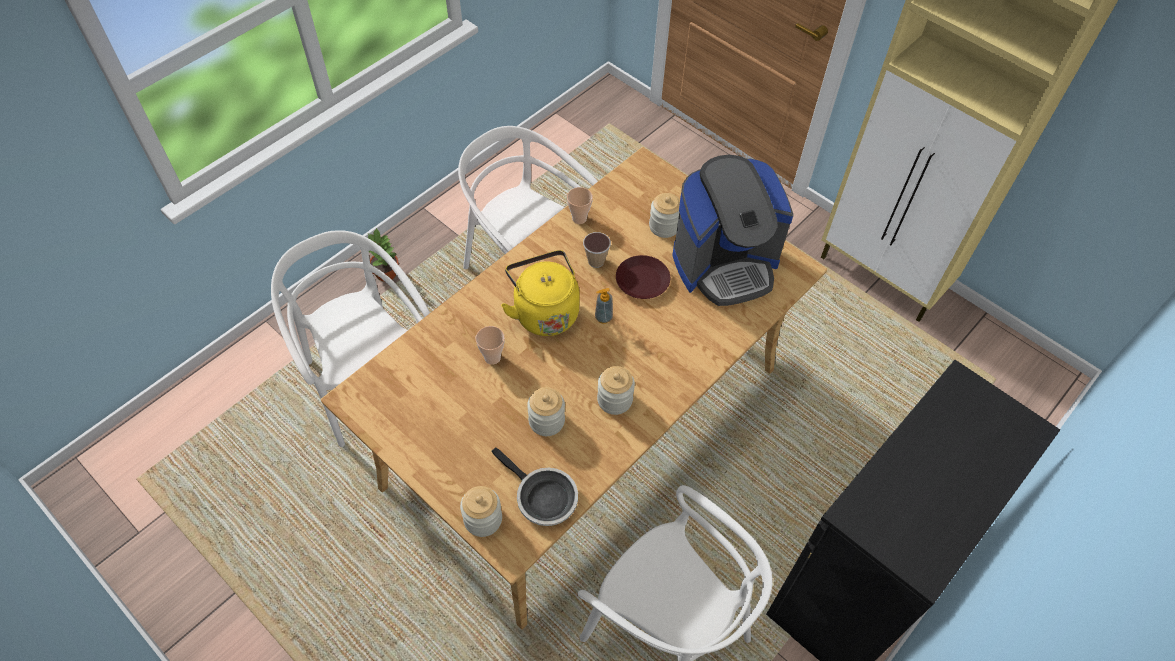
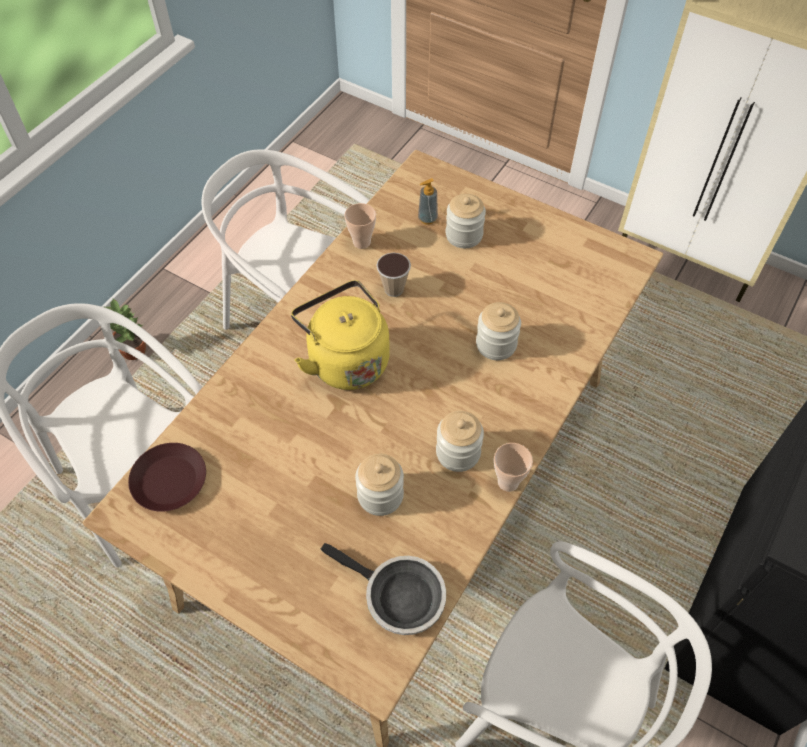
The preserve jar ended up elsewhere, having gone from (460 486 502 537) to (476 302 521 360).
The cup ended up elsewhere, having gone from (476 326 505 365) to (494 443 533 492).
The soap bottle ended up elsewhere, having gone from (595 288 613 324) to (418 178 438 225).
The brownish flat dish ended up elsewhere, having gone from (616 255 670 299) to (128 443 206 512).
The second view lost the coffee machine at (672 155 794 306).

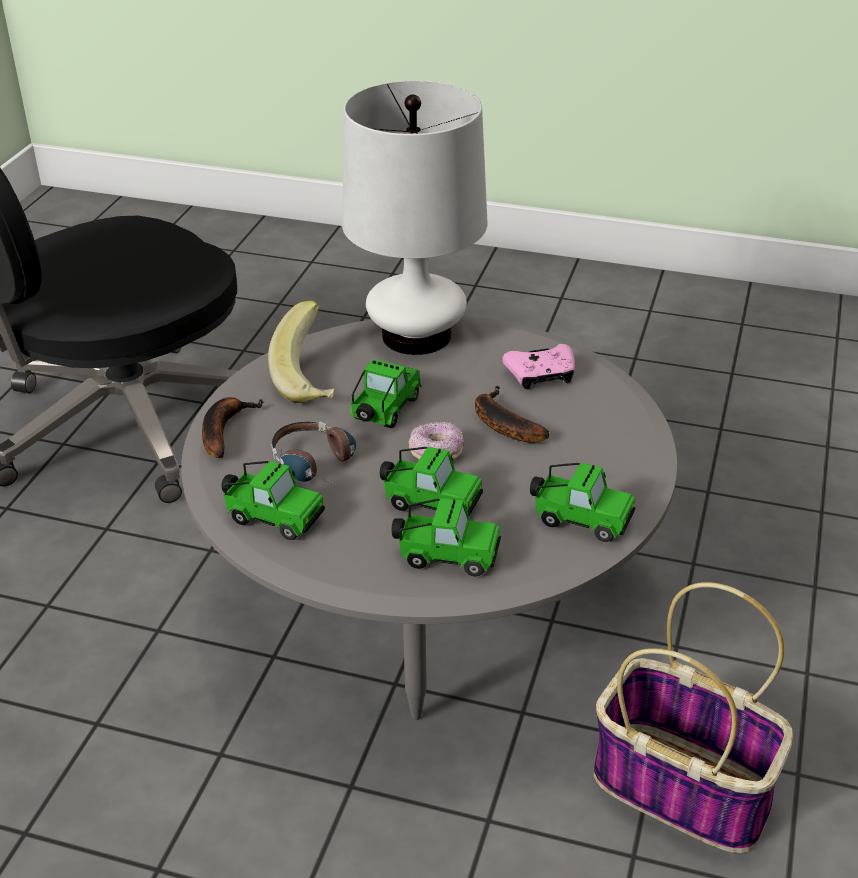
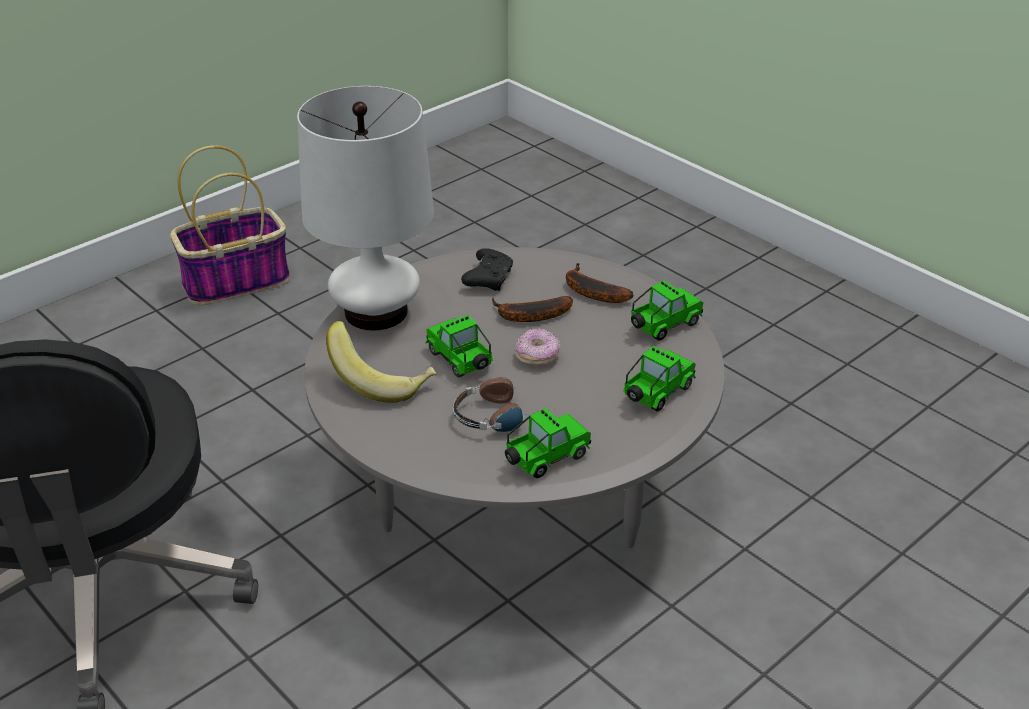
The banana fruit ended up elsewhere, having gone from (202 397 264 458) to (566 263 634 303).
The second view lost the miniature car at (380 447 483 516).
What was the pink game controller at (502 344 575 389) turned into the black game controller at (461 248 513 291).
The storage basket ended up elsewhere, having gone from (594 582 793 854) to (170 145 290 305).

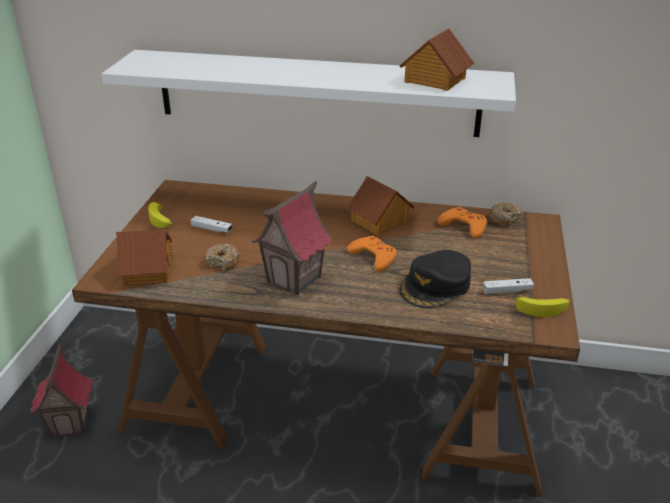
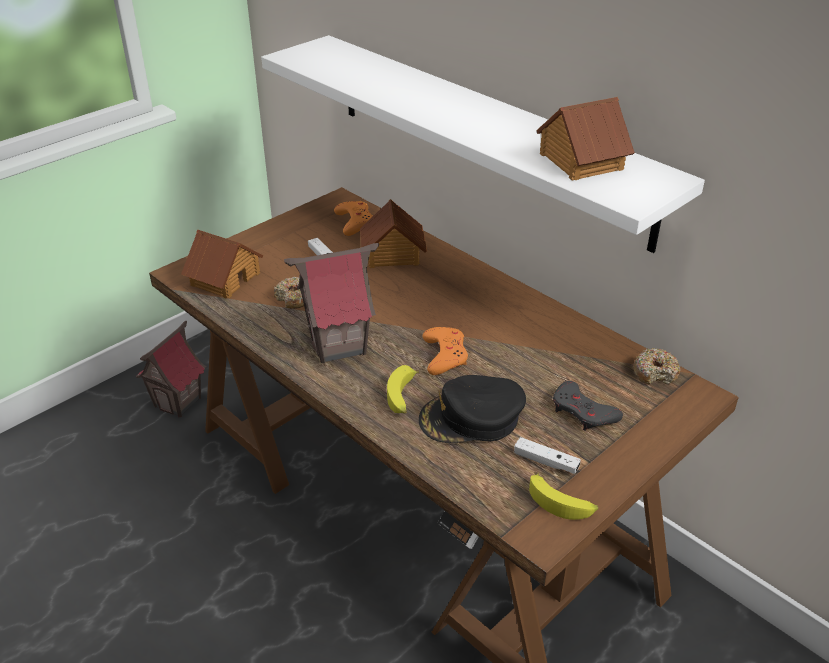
The banana fruit ended up elsewhere, having gone from (148 202 172 228) to (387 365 419 414).
The model house ended up elsewhere, having gone from (346 176 415 236) to (360 199 427 268).
The orange game controller ended up elsewhere, having gone from (438 207 487 238) to (334 201 373 236).
The second view gained the gray game controller at (553 381 623 431).

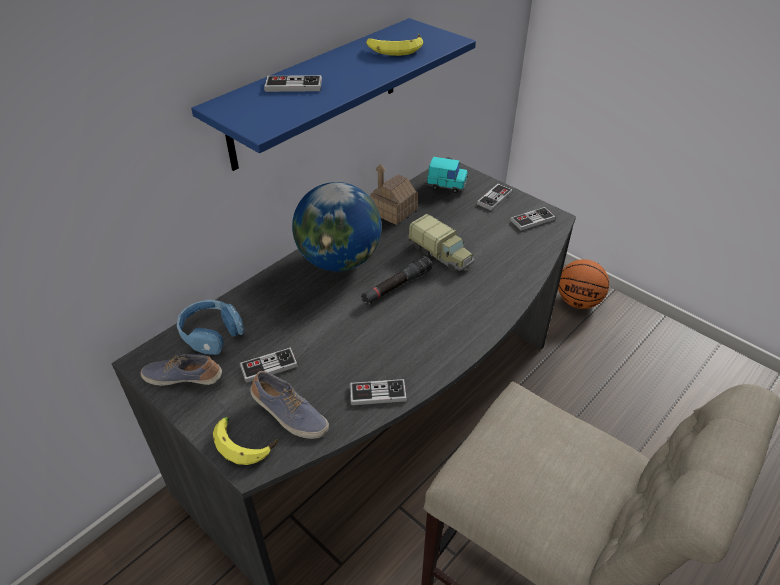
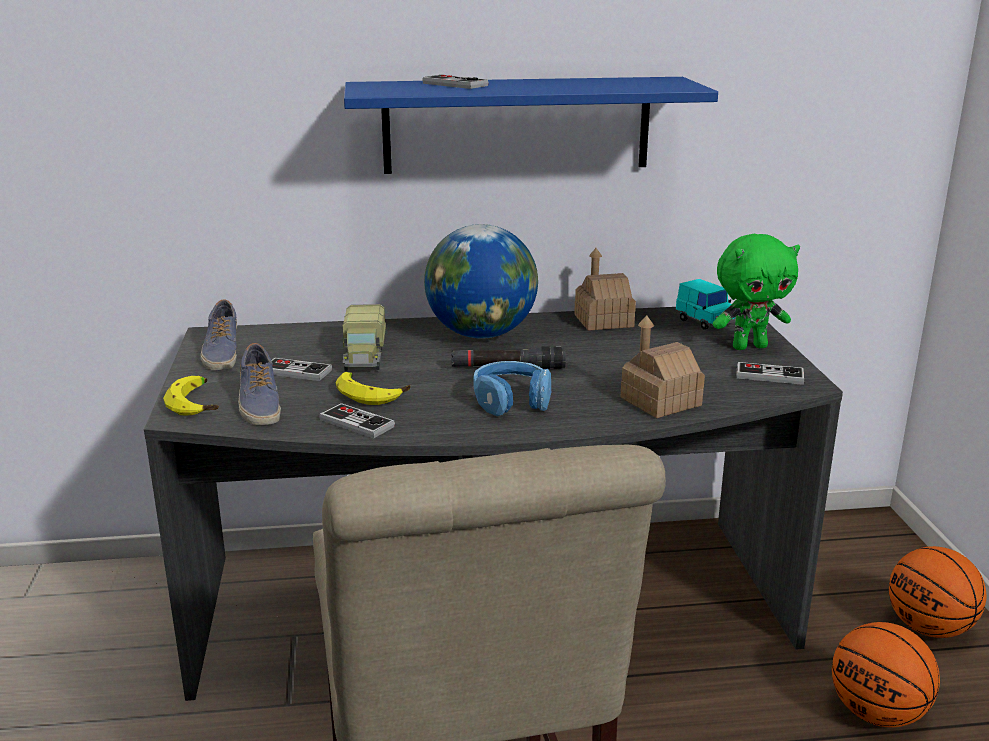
The low shoe at (140 354 222 386) ended up facing another way, 150 degrees counterclockwise from before.
The bluish headset ended up elsewhere, having gone from (177 300 244 355) to (473 361 551 416).
The banana fruit ended up elsewhere, having gone from (366 34 423 56) to (336 372 410 405).
The toy truck ended up elsewhere, having gone from (408 214 475 273) to (343 304 386 371).
Where the game controller stood at (477 184 513 211), the green-coloured plush toy came to stand at (713 234 800 350).
The second view gained the model house at (621 315 705 418).
The second view gained the ball for basketball at (832 622 940 728).

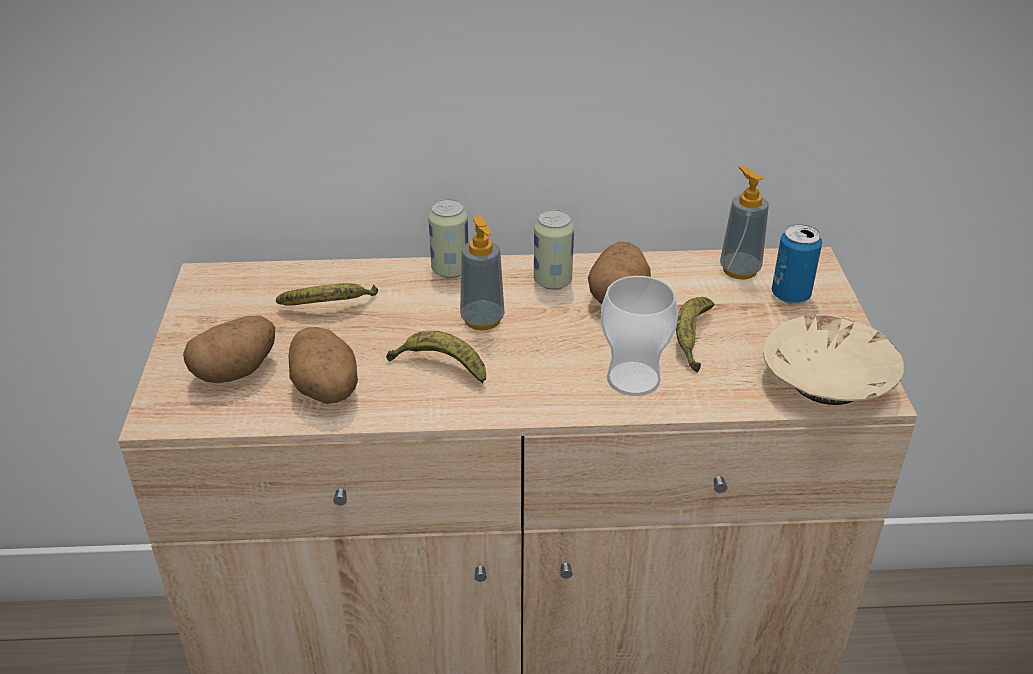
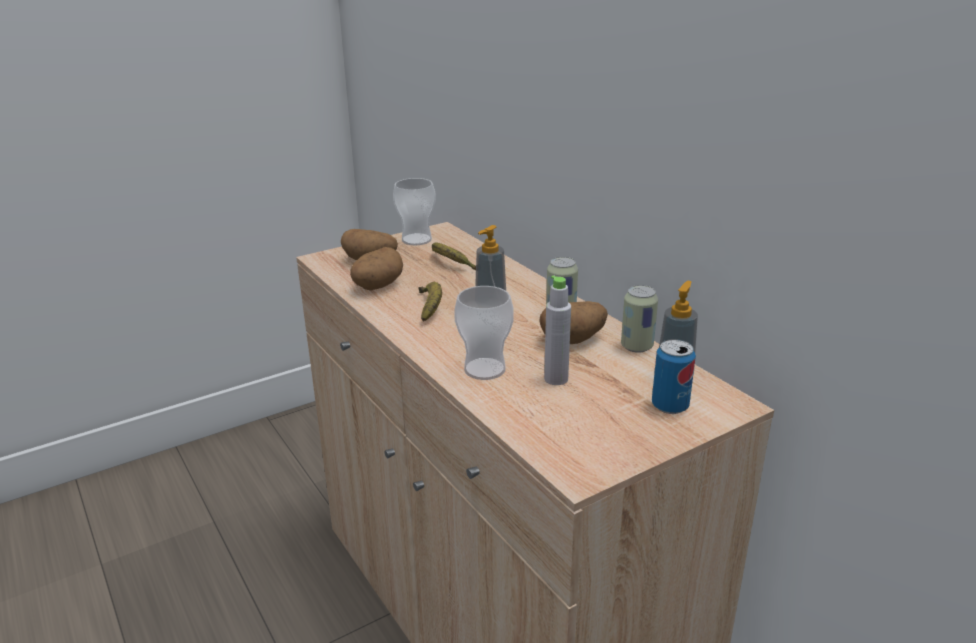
The metal can ended up elsewhere, having gone from (428 199 469 278) to (621 285 658 353).
Where the banana fruit stood at (676 297 715 373), the gray drink bottle came to stand at (544 275 571 385).
The second view lost the sand-coloured bowl at (763 314 904 405).
The second view gained the cup at (393 178 436 245).

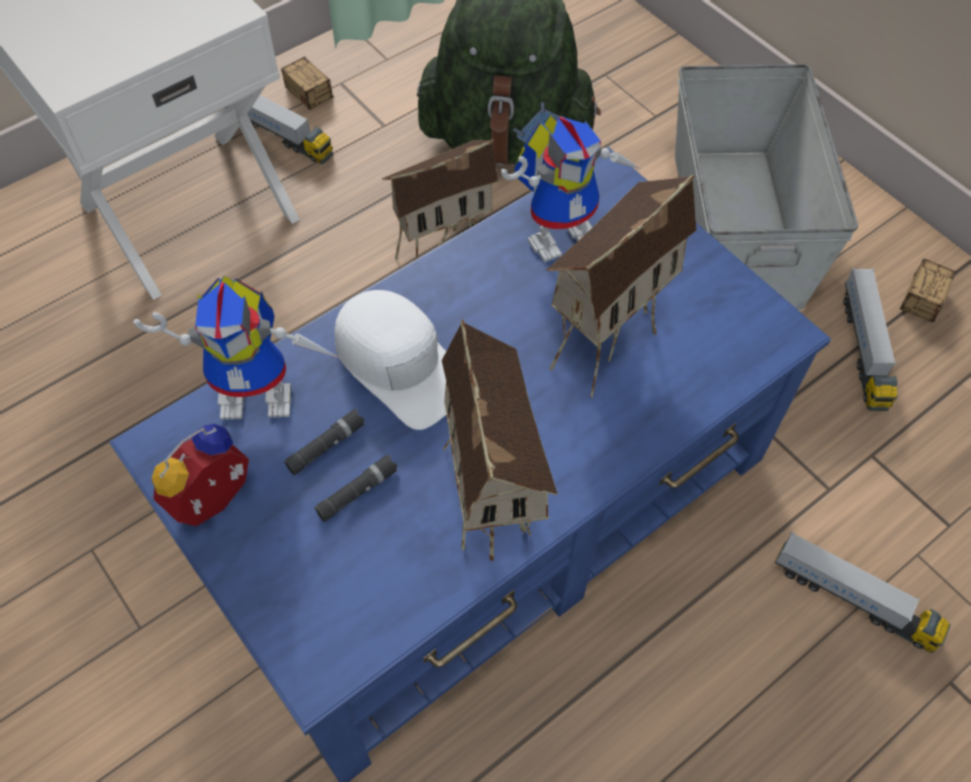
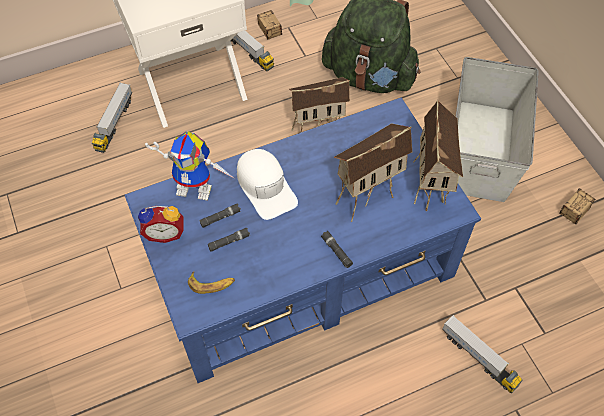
The table clock at (152 424 249 526) ended up facing another way, 150 degrees counterclockwise from before.
The model house ended up elsewhere, having gone from (442 320 558 561) to (413 100 463 211).
The second view lost the model robot at (501 115 640 262).
The toy truck ended up elsewhere, having gone from (843 268 898 411) to (92 82 132 153).
The second view gained the banana fruit at (188 272 235 294).
The second view gained the black flashlight at (321 231 353 268).

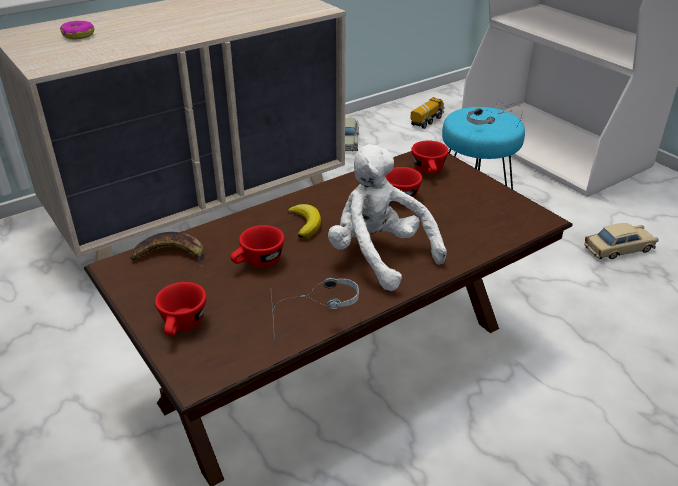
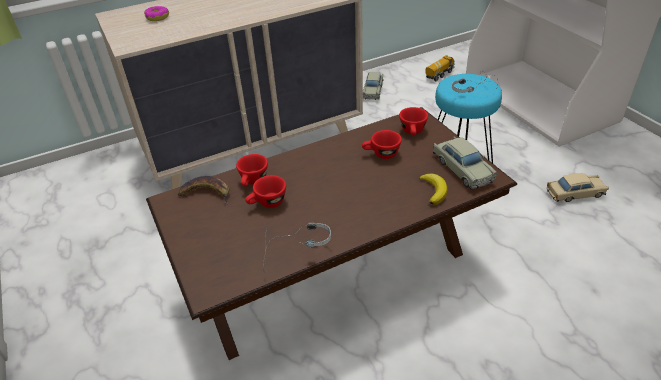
The reddish cup ended up elsewhere, having gone from (155 282 207 336) to (236 154 268 187).
The banana fruit ended up elsewhere, having gone from (288 204 321 239) to (419 173 447 205).
The second view lost the white plush toy at (328 144 447 291).
The second view gained the sand-coloured miniature car at (433 137 498 189).

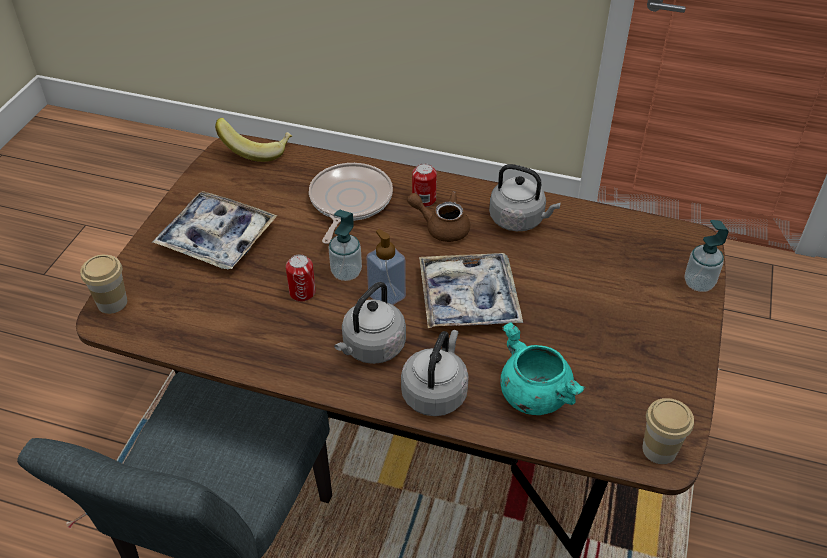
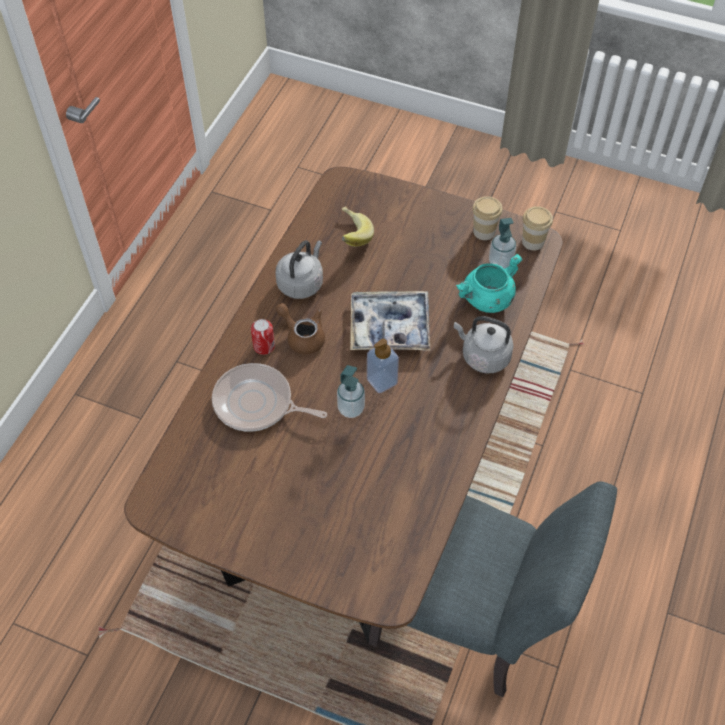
The cup ended up elsewhere, having gone from (80 255 127 314) to (472 196 503 240).
The second view lost the serving tray at (152 191 277 270).
The banana fruit ended up elsewhere, having gone from (215 118 292 162) to (342 206 374 247).
The second view lost the metal can at (286 254 316 301).
The second view lost the gray tea kettle at (334 282 406 364).
The brownish tea pot at (407 191 470 242) ended up facing another way, 105 degrees clockwise from before.
The soap bottle ended up elsewhere, having gone from (685 220 729 292) to (489 218 516 269).

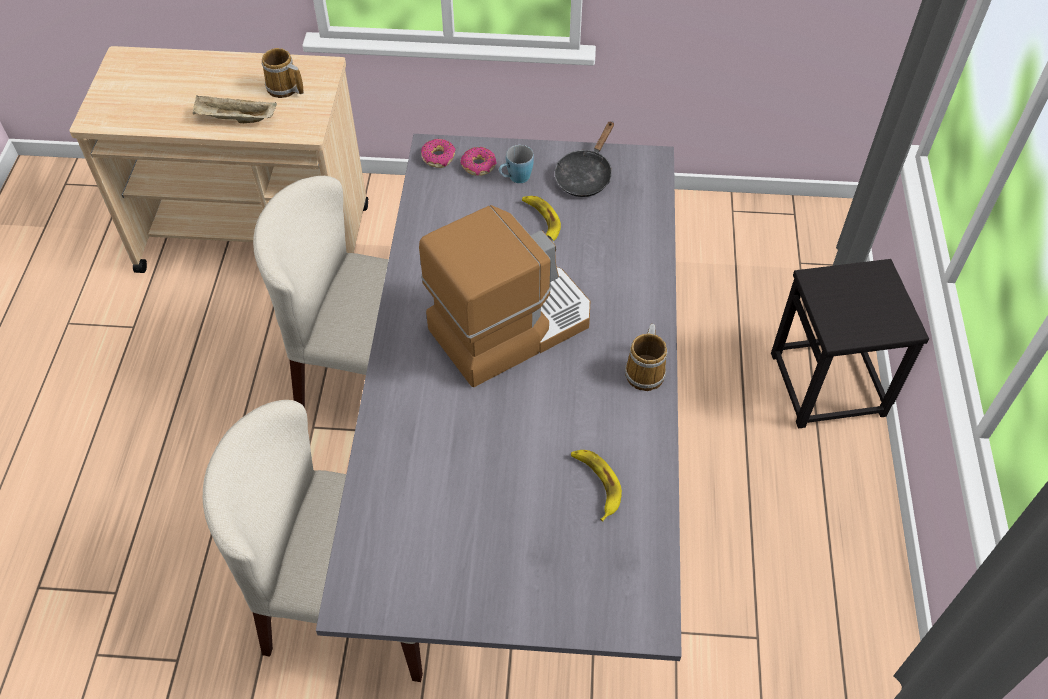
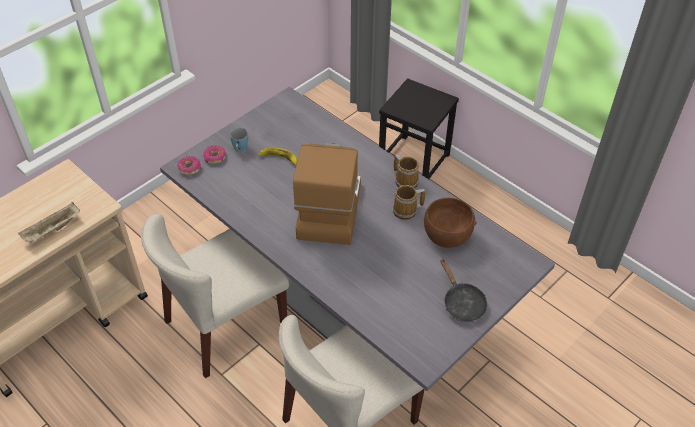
The coffee mug ended up elsewhere, having gone from (262 48 304 98) to (393 185 425 220).
The black frying pan ended up elsewhere, having gone from (555 121 614 197) to (441 258 487 322).
Where the banana fruit stood at (571 450 622 521), the brownish bowl came to stand at (424 198 476 248).

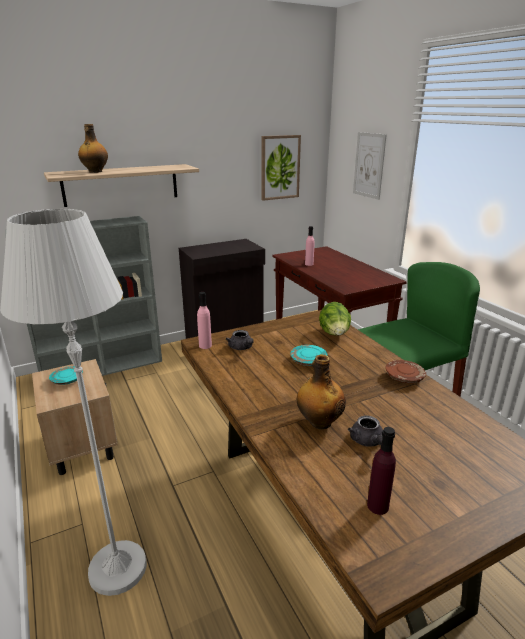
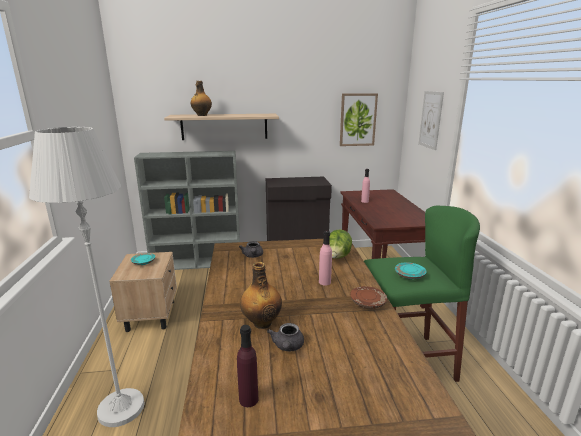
The pink drink bottle ended up elsewhere, having gone from (197 292 212 349) to (319 231 332 285).
The turquoise-coloured flat dish ended up elsewhere, having gone from (290 345 328 366) to (395 262 427 279).

